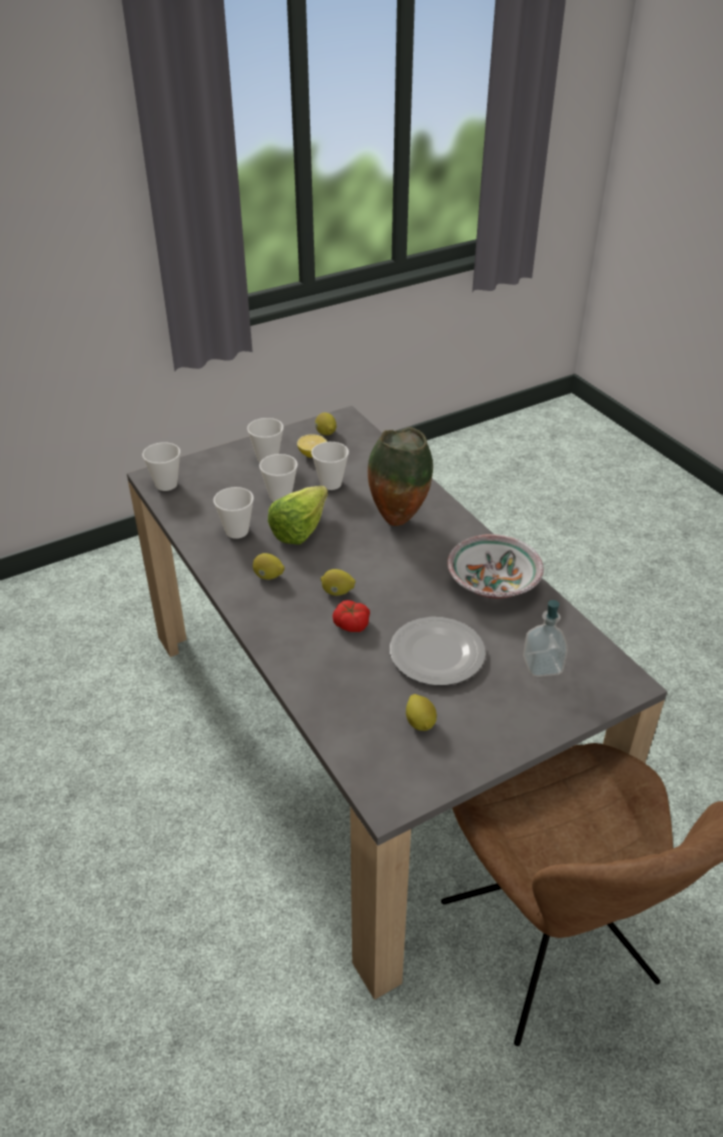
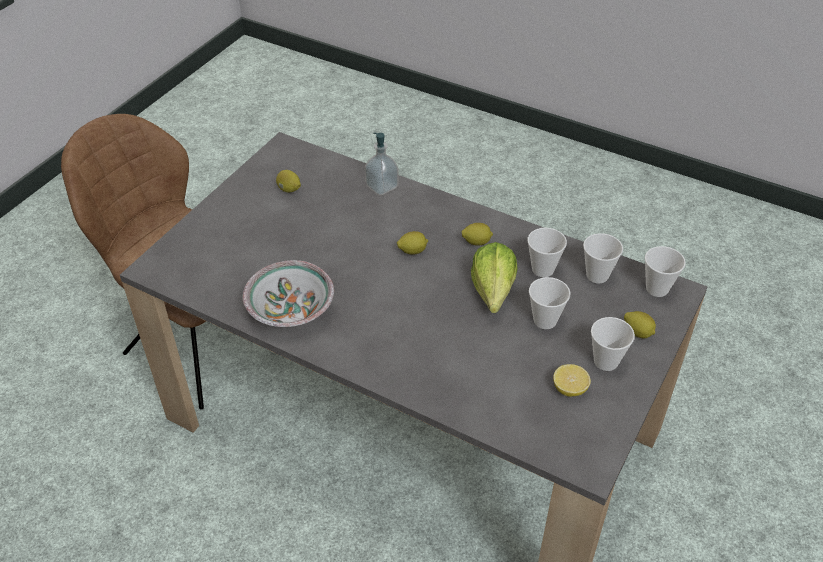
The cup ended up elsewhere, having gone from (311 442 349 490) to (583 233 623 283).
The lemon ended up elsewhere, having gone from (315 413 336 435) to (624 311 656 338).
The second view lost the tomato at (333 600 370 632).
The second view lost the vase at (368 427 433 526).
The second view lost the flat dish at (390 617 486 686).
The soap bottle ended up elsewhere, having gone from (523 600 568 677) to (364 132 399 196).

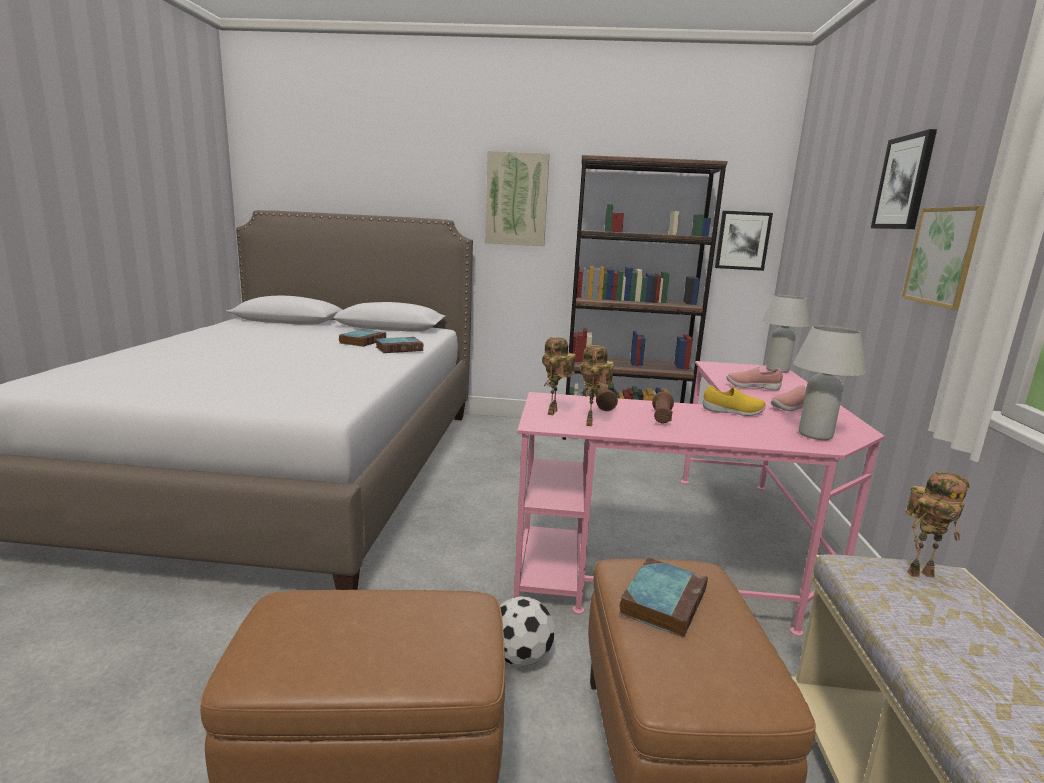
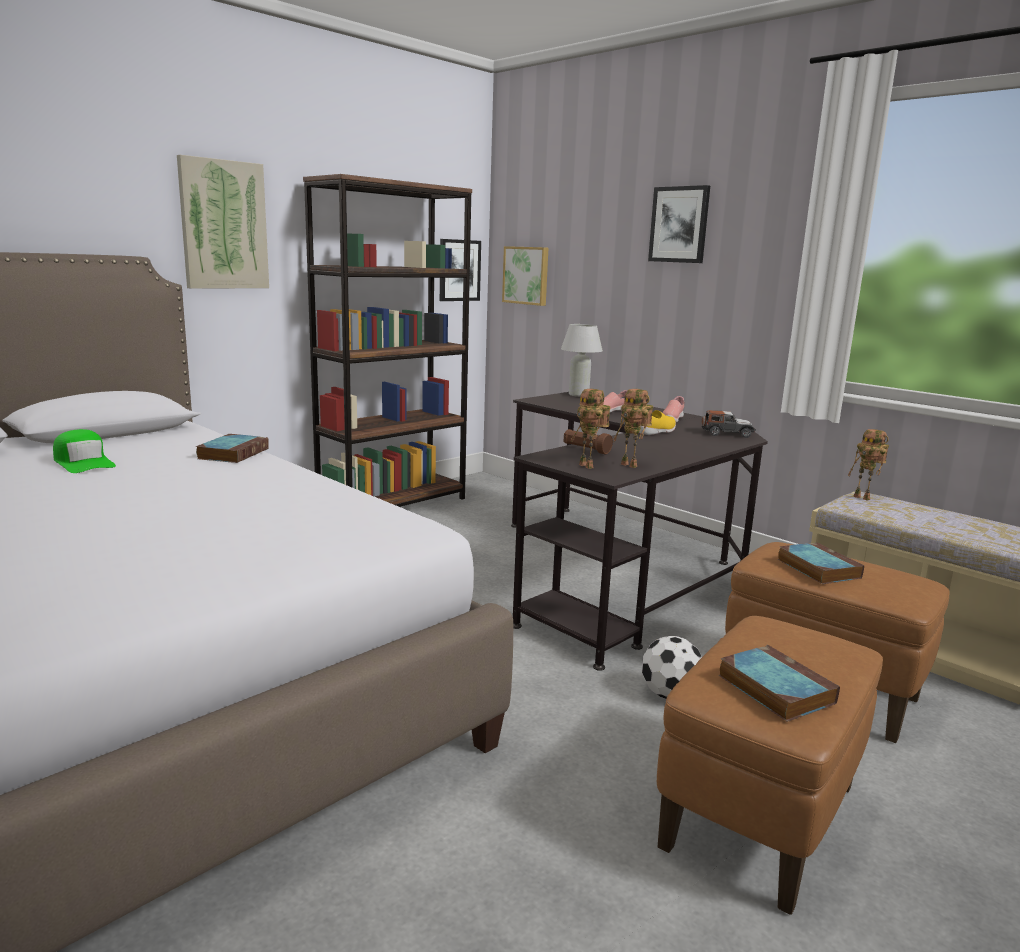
The book ended up elsewhere, having gone from (339 329 386 347) to (719 645 840 722).
What was the pink desk unit at (514 361 885 636) turned into the black desk unit at (511 392 768 671).
The second view lost the brownish flashlight at (652 392 674 423).
Where the white tabletop lamp stood at (793 326 866 440), the miniature car came to stand at (701 410 756 438).
The wall picture ended up elsewhere, having gone from (902 206 985 310) to (502 246 548 306).
The model robot at (905 472 970 577) ended up facing another way, 105 degrees clockwise from before.
The second view gained the green-coloured peaked cap at (53 429 116 473).

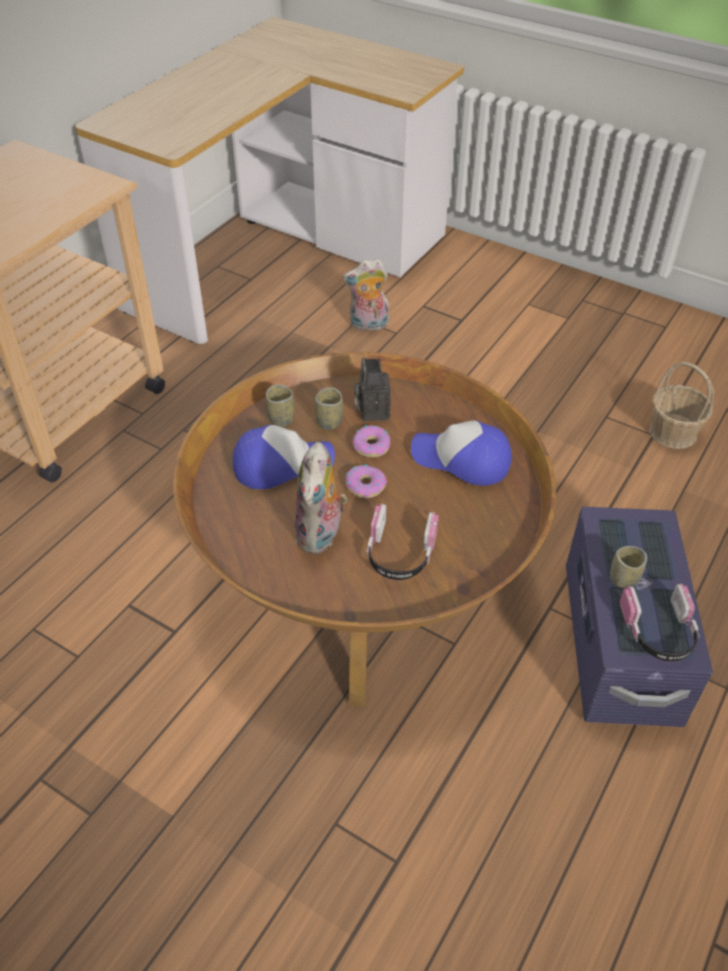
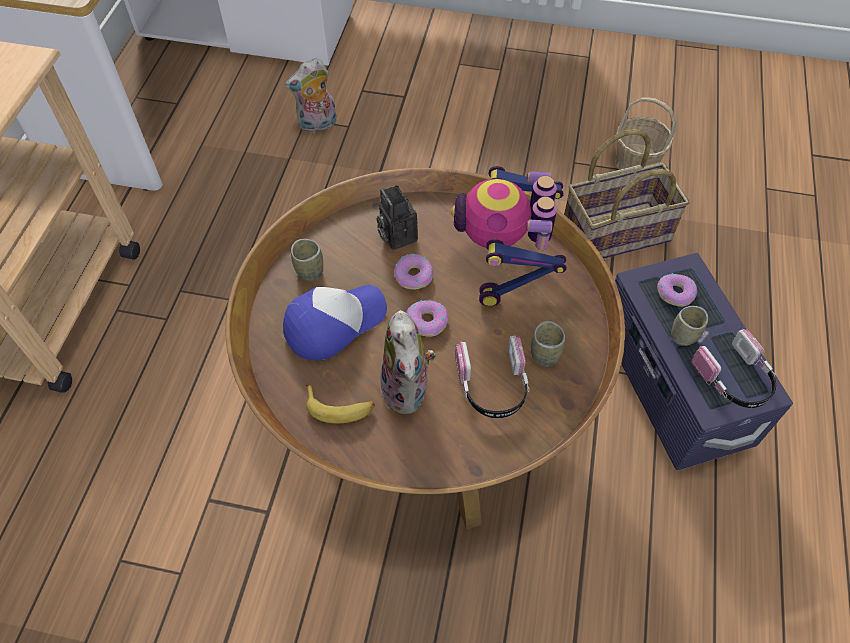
The cup ended up elsewhere, having gone from (314 387 344 430) to (531 321 565 367).
Where the peaked cap stood at (411 420 512 486), the model robot came to stand at (451 166 567 306).
The second view gained the banana fruit at (306 385 375 423).
The second view gained the storage basket at (564 129 690 259).
The second view gained the donut at (657 273 697 307).

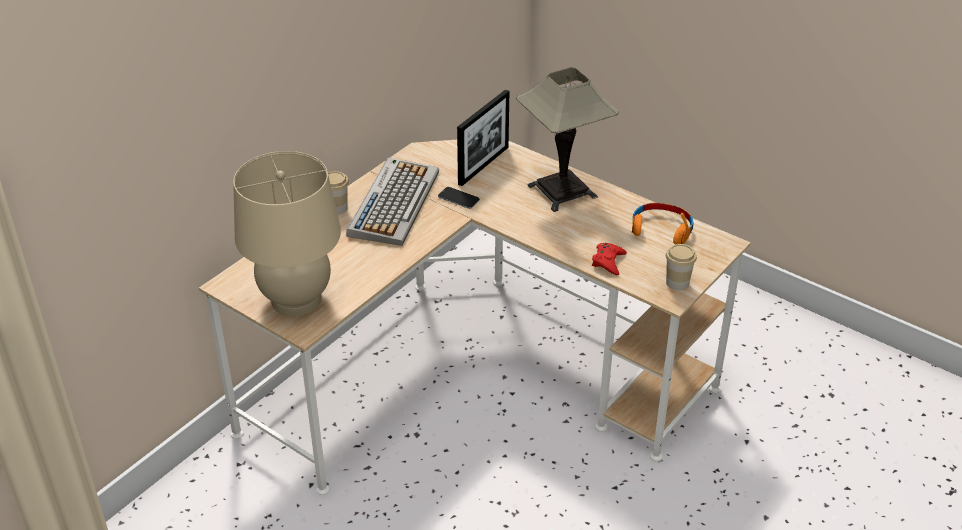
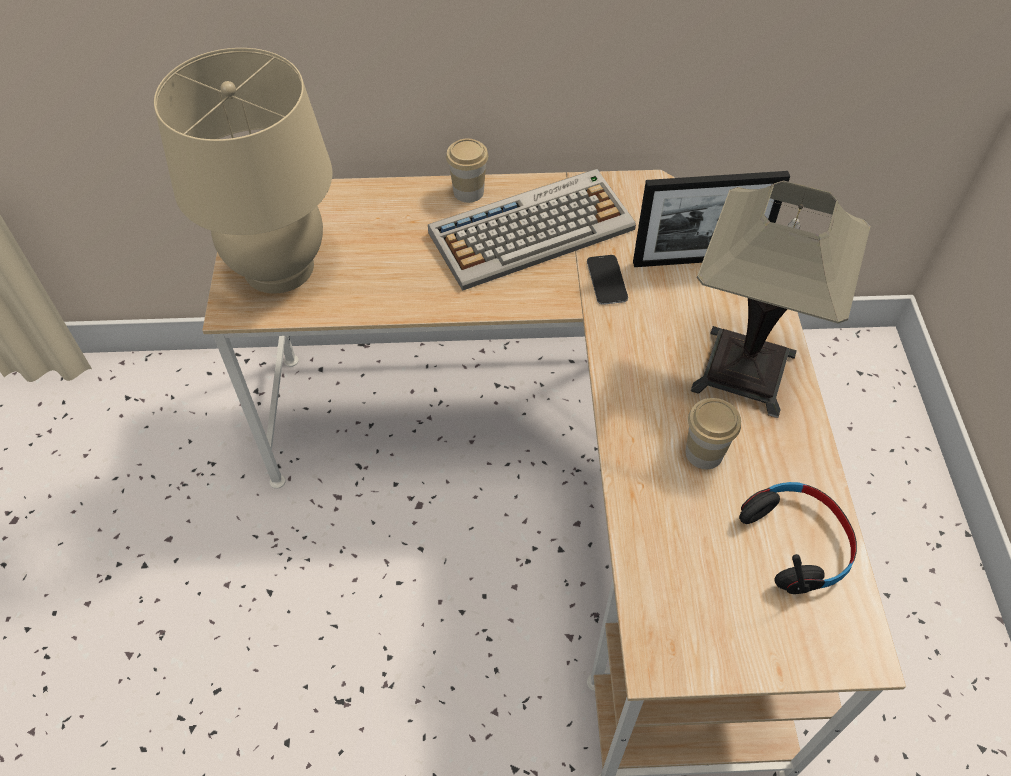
The second view lost the reddish game controller at (592 243 627 275).
What was the orange headset at (632 203 693 245) turned into the black headset at (739 482 857 594).
The cup ended up elsewhere, having gone from (666 244 697 291) to (686 398 741 469).

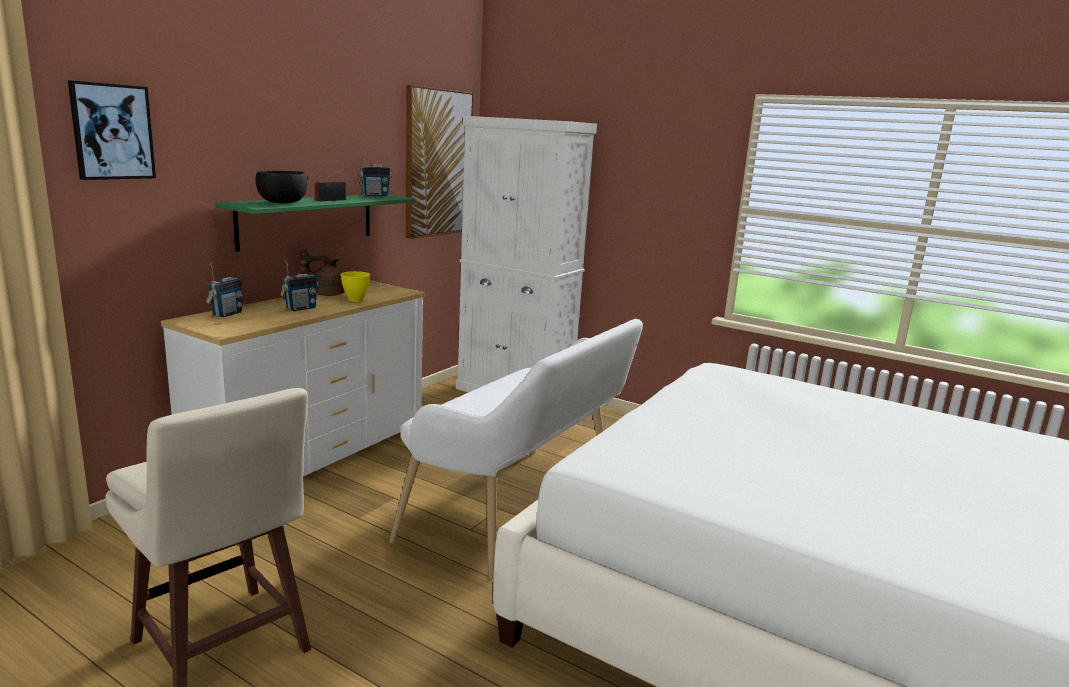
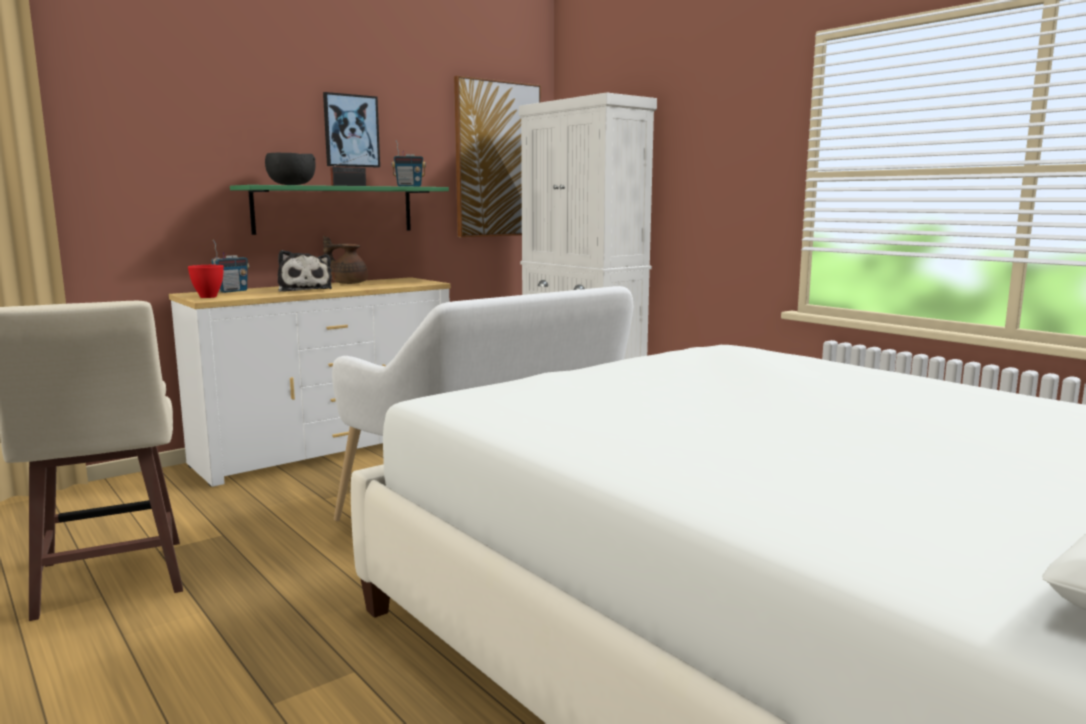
The wall picture ended up elsewhere, having gone from (68 80 156 180) to (323 92 380 167).
Where the radio receiver stood at (280 260 319 311), the plush toy came to stand at (278 250 332 292).
The second view lost the yellow-coloured bowl at (341 271 370 302).
The second view gained the reddish bowl at (188 265 224 298).

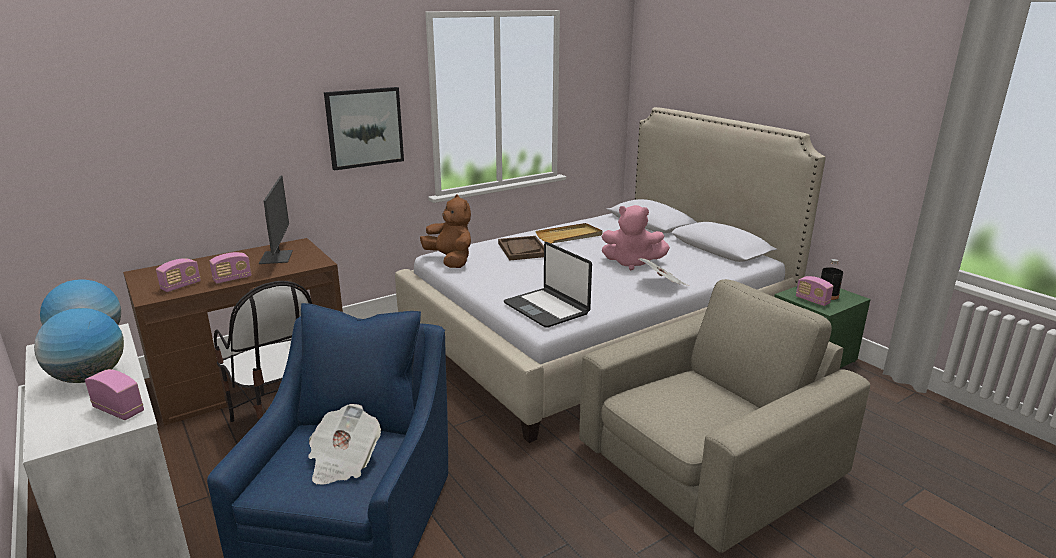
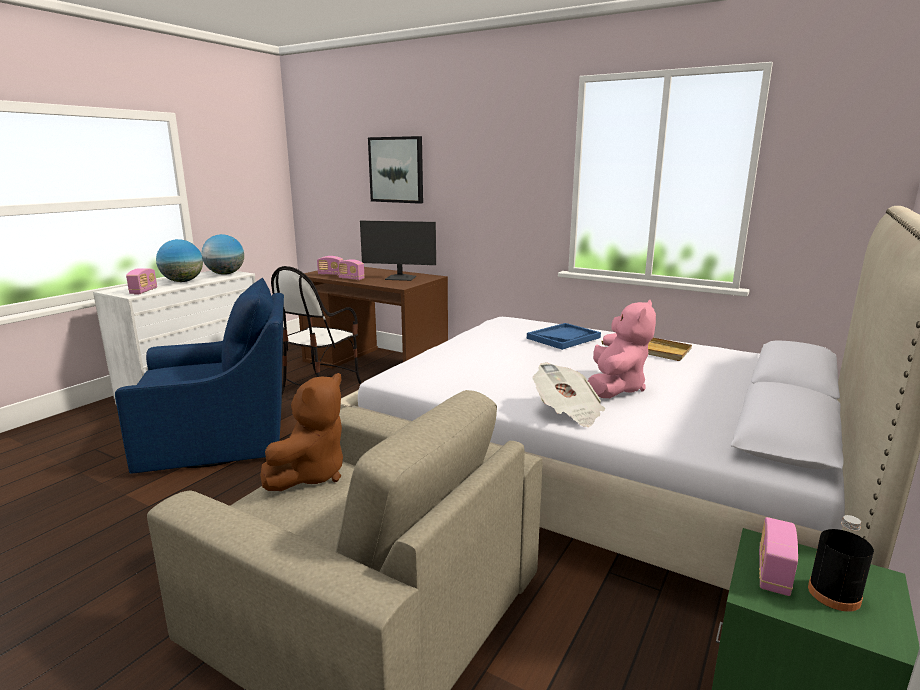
The computer screen at (259 175 293 264) ended up facing another way, 45 degrees clockwise from before.
The second view lost the printed paper at (308 404 381 484).
The wall picture ended up elsewhere, having gone from (324 87 404 171) to (368 136 423 204).
The brownish plush toy ended up elsewhere, having gone from (420 194 471 268) to (260 373 343 491).
What was the brownish serving tray at (498 236 544 260) turned into the bluish serving tray at (527 323 601 350).
The second view lost the laptop at (504 242 592 328).
The pink plush toy at (602 205 670 270) ended up facing another way, 150 degrees counterclockwise from before.

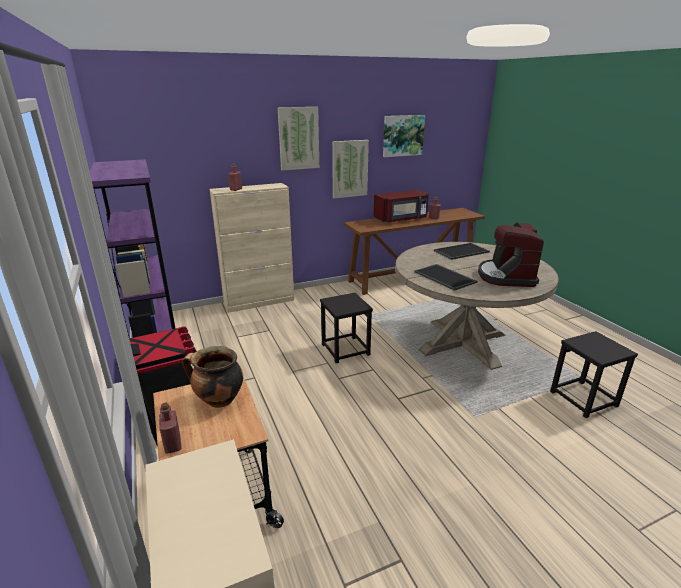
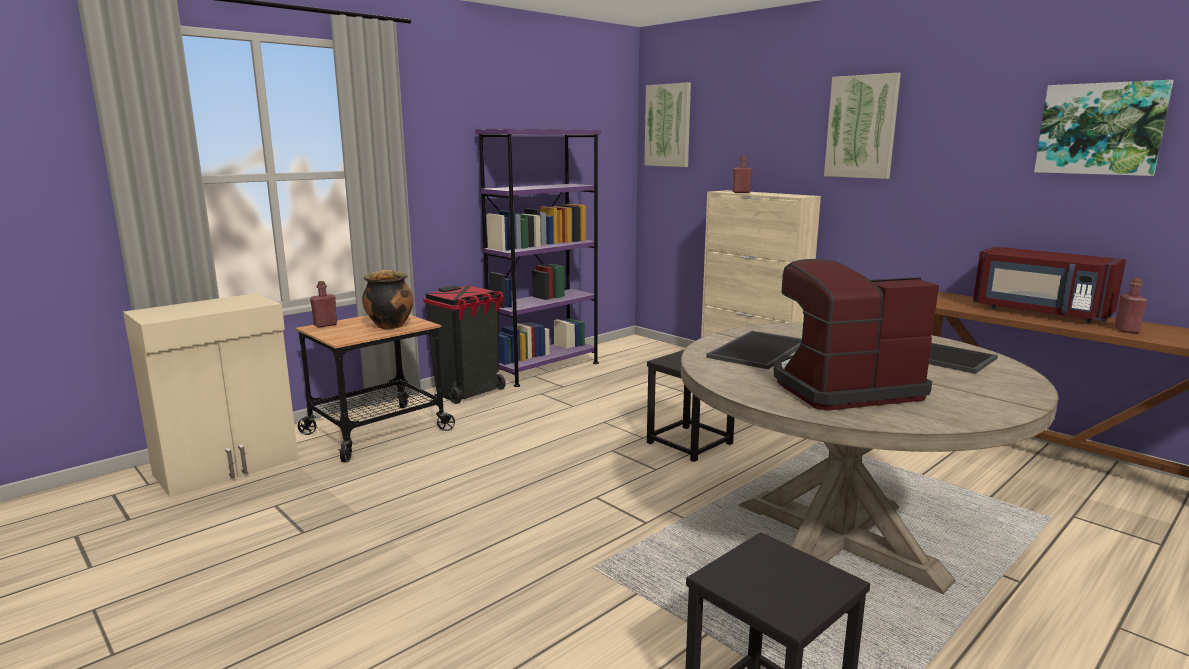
The wall picture ended up elsewhere, having gone from (332 140 369 199) to (644 83 691 167).

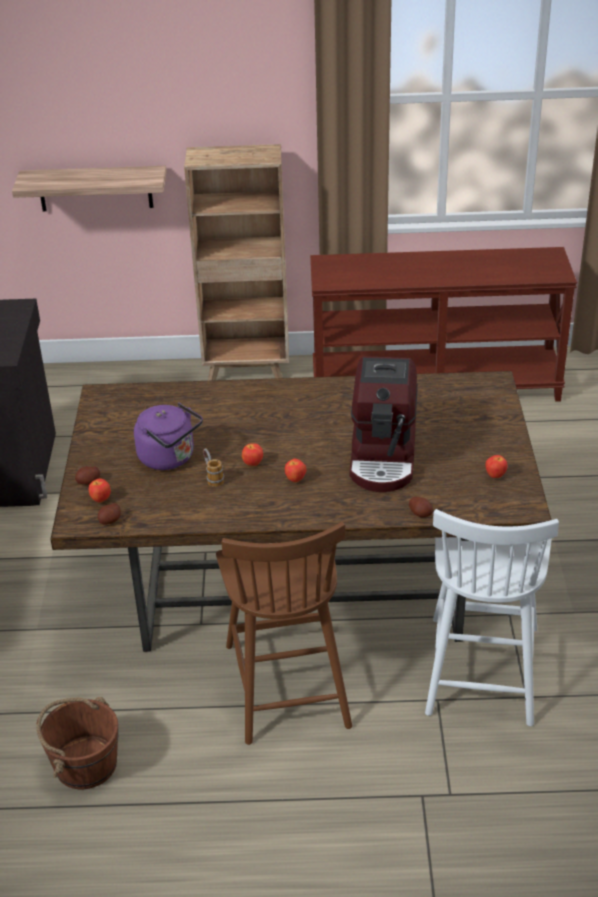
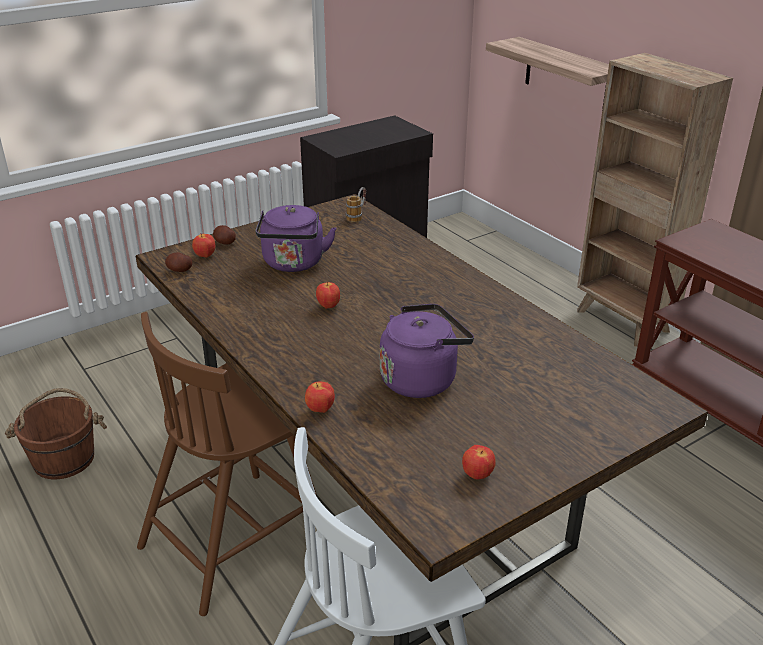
The coffee mug ended up elsewhere, having gone from (203 448 224 487) to (346 187 366 222).
The whole apple ended up elsewhere, having gone from (285 459 306 482) to (305 382 335 413).
Where the coffee machine stood at (350 356 418 492), the purple-coloured tea kettle came to stand at (380 304 474 398).
The second view lost the potato at (409 497 433 518).

